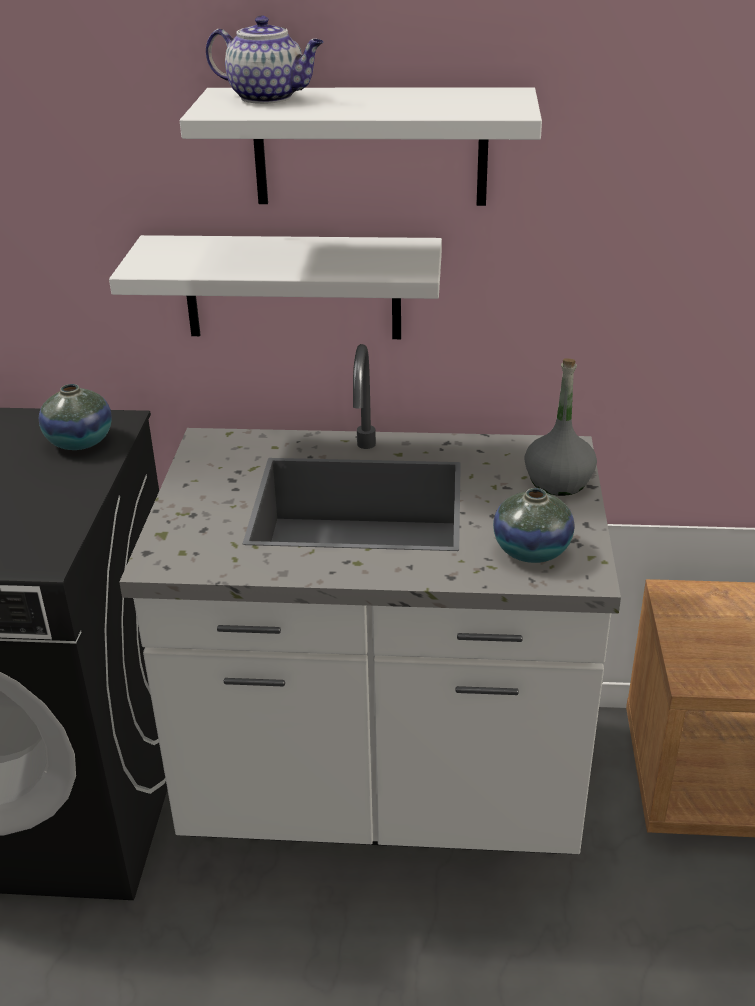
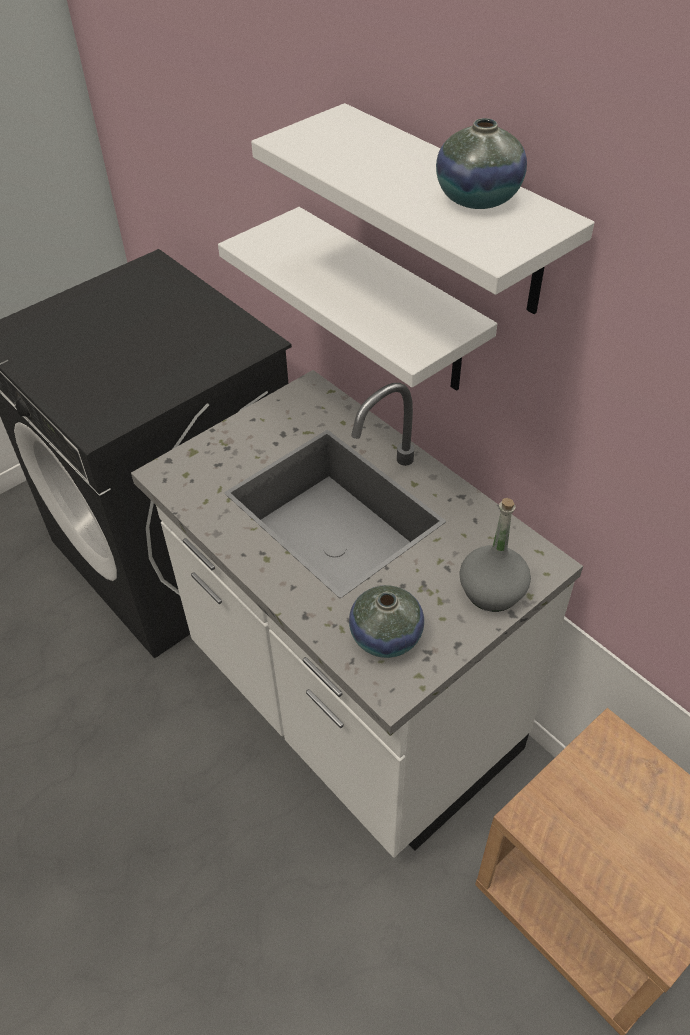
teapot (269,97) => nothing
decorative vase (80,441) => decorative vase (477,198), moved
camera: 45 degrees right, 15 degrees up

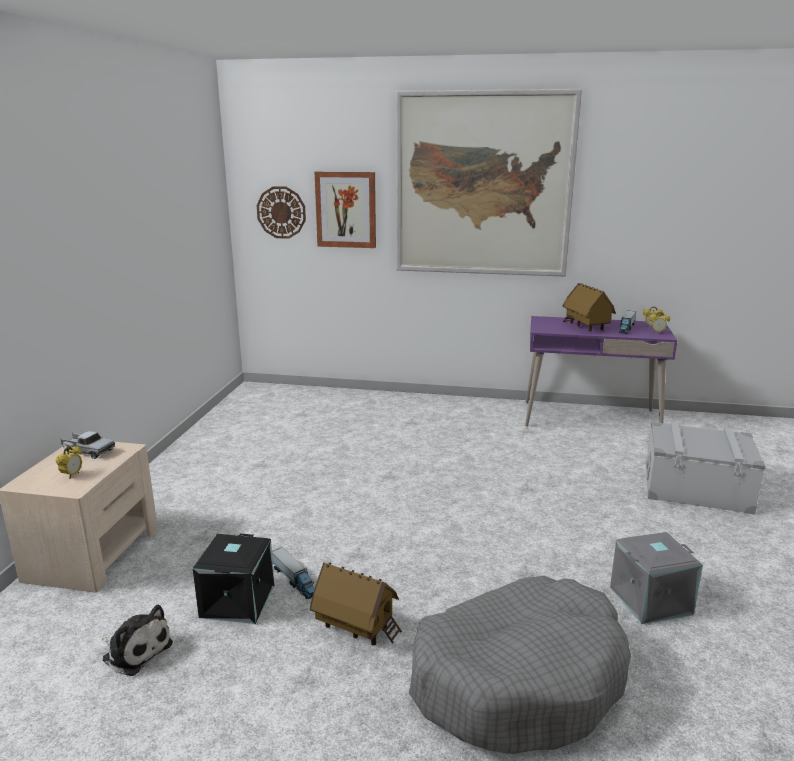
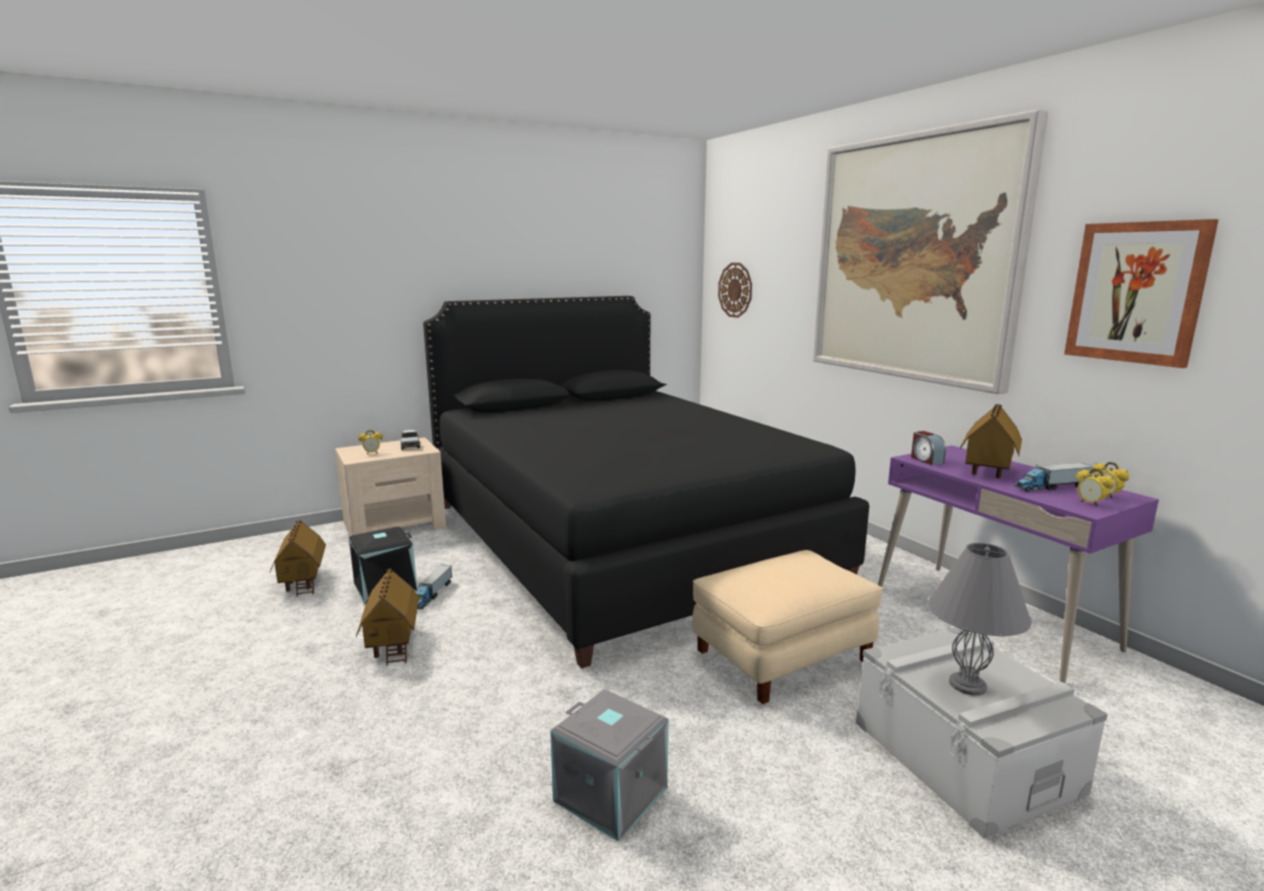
grey dog cushion (518,679) => nothing
nothing => blackish bedroom bed (620,540)
nothing => sand-coloured footrest (782,655)
nothing => table clock (926,460)
nothing => grey tabletop lamp (968,685)
picture (346,209) => picture (1136,292), moved
cuddly toy (135,650) => model house (302,580)
camera: 50 degrees right, 5 degrees down

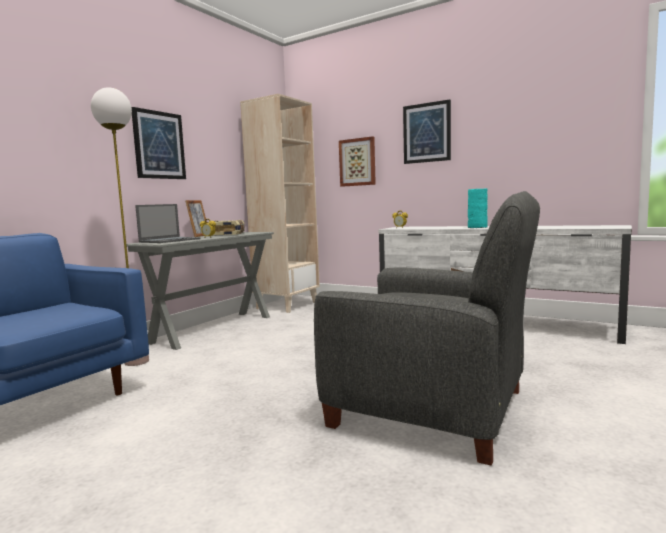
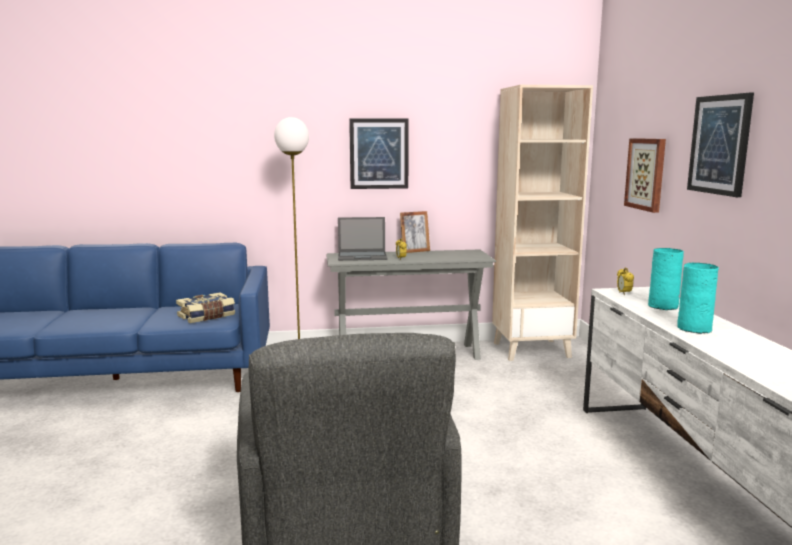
nothing => turquoise-coloured decorative vase (664,306)
volume (229,234) => volume (207,316), moved
camera: 50 degrees right, 5 degrees up

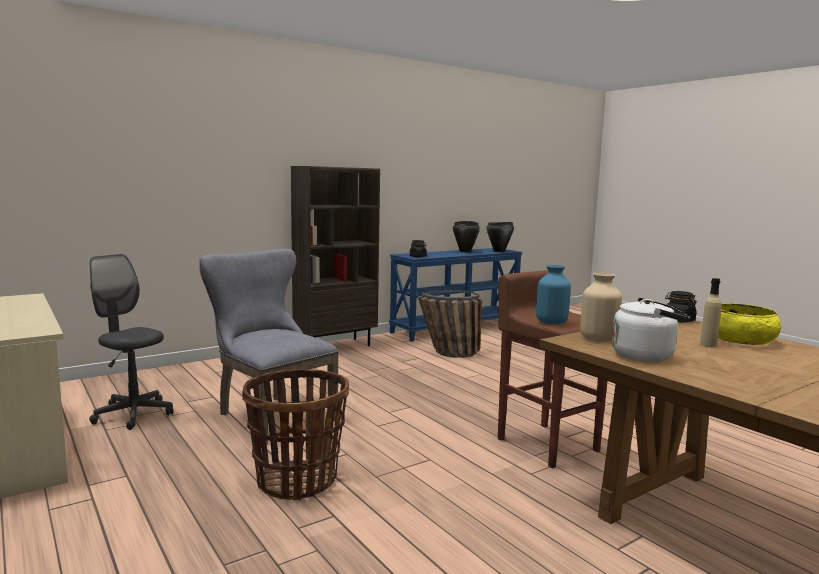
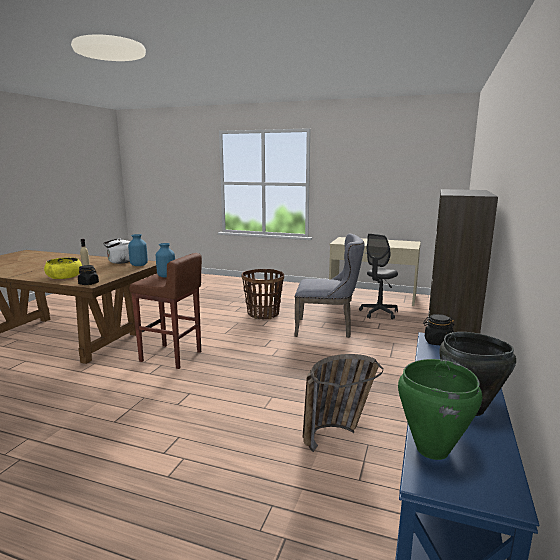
blackish saucepot (499,251) => green saucepot (431,450)
sand-coloured decorative vase (598,339) => bluish decorative vase (139,265)
grey office chair (133,414) => grey office chair (378,313), 135 degrees clockwise
camera: 145 degrees right, 5 degrees up

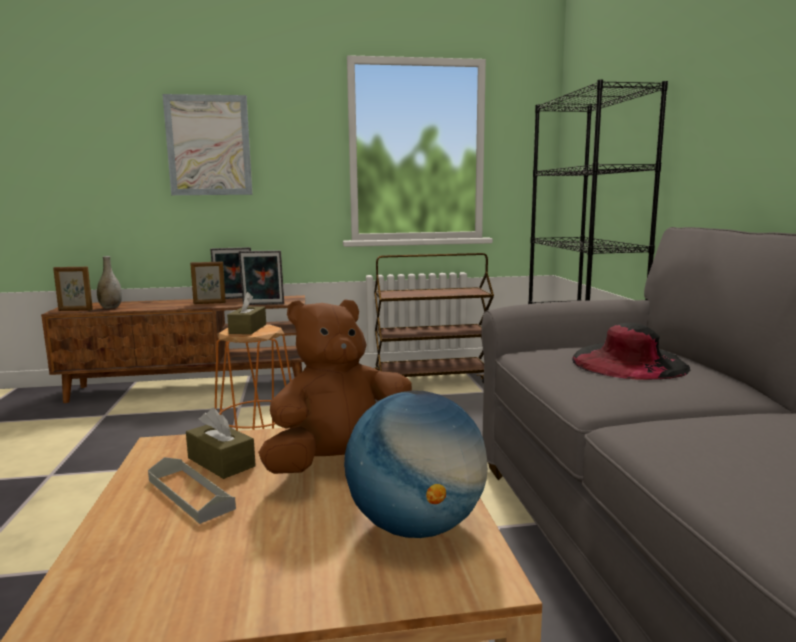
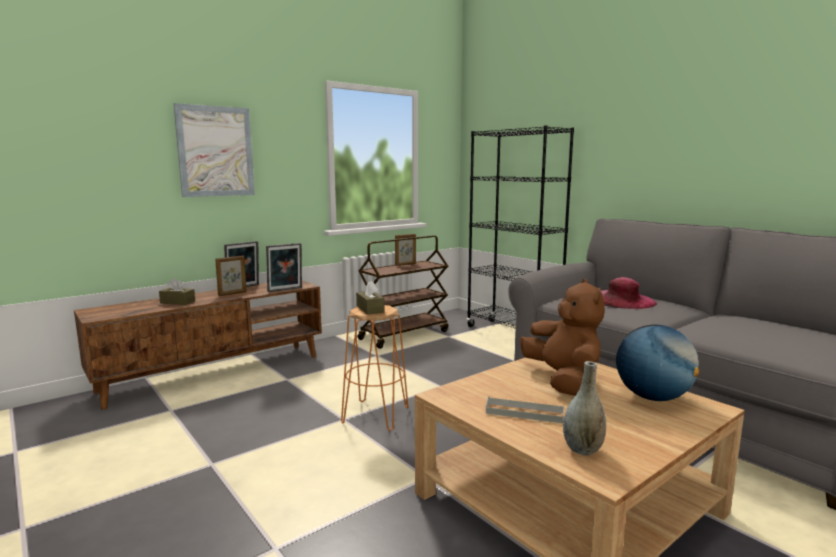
standing frame (75,310) => standing frame (405,264), moved
grey decorative vase (111,307) => grey decorative vase (582,449), moved
brownish box of tissues (221,462) => brownish box of tissues (177,302), moved
blackish hat (628,362) => pink hat (622,300)
brownish cuddly toy (341,465) => brownish cuddly toy (563,380), 135 degrees clockwise
camera: 30 degrees left, 0 degrees up

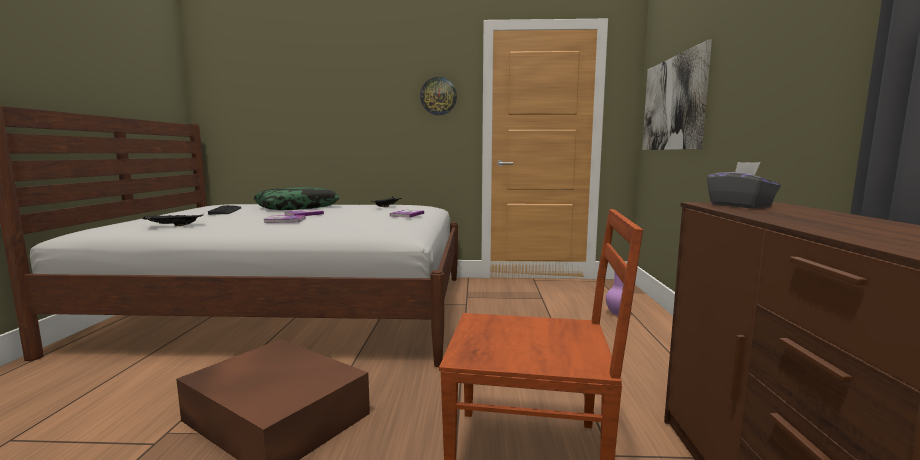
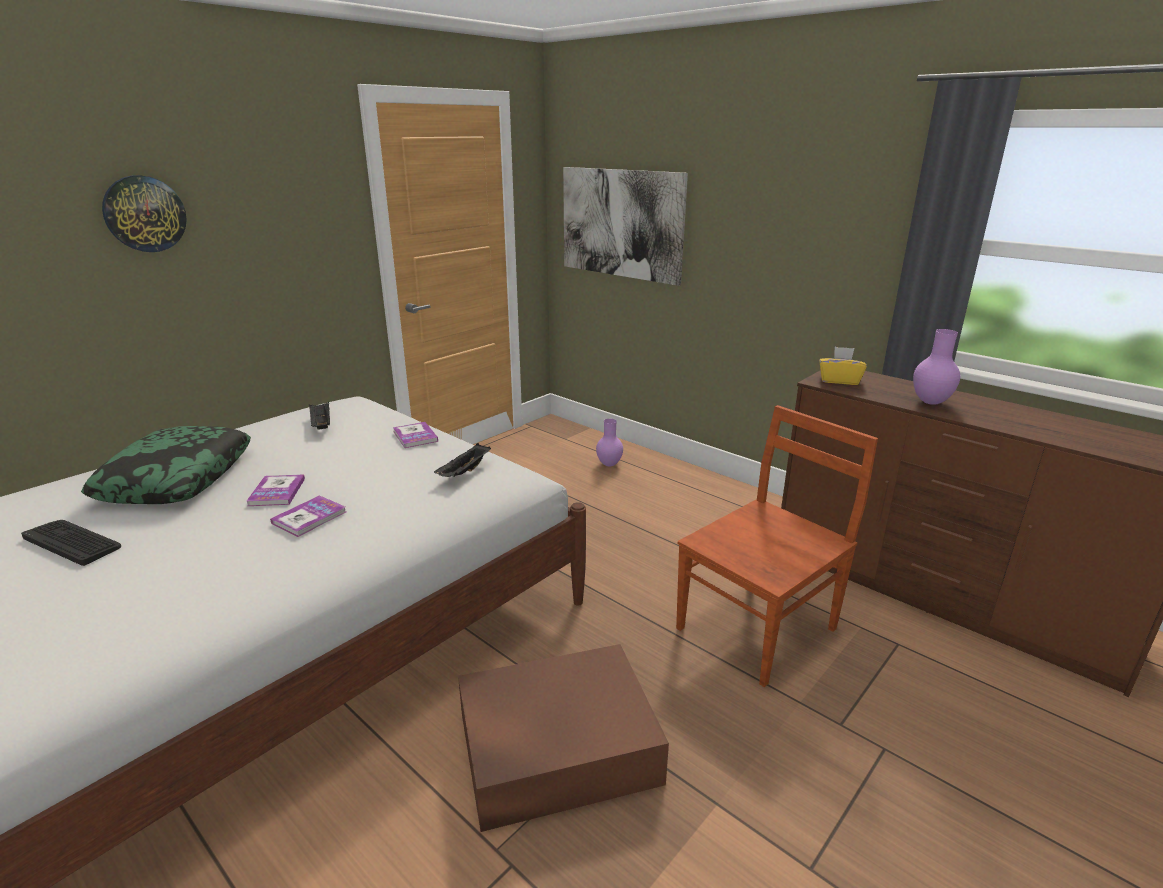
nothing => purple-coloured decorative vase (929,402)
blackish serving tray (173,226) => blackish serving tray (465,472), moved
hanging clock (438,96) => hanging clock (144,214), moved
grey box of tissues (740,205) => yellow-coloured box of tissues (839,380)
camera: 50 degrees left, 15 degrees up

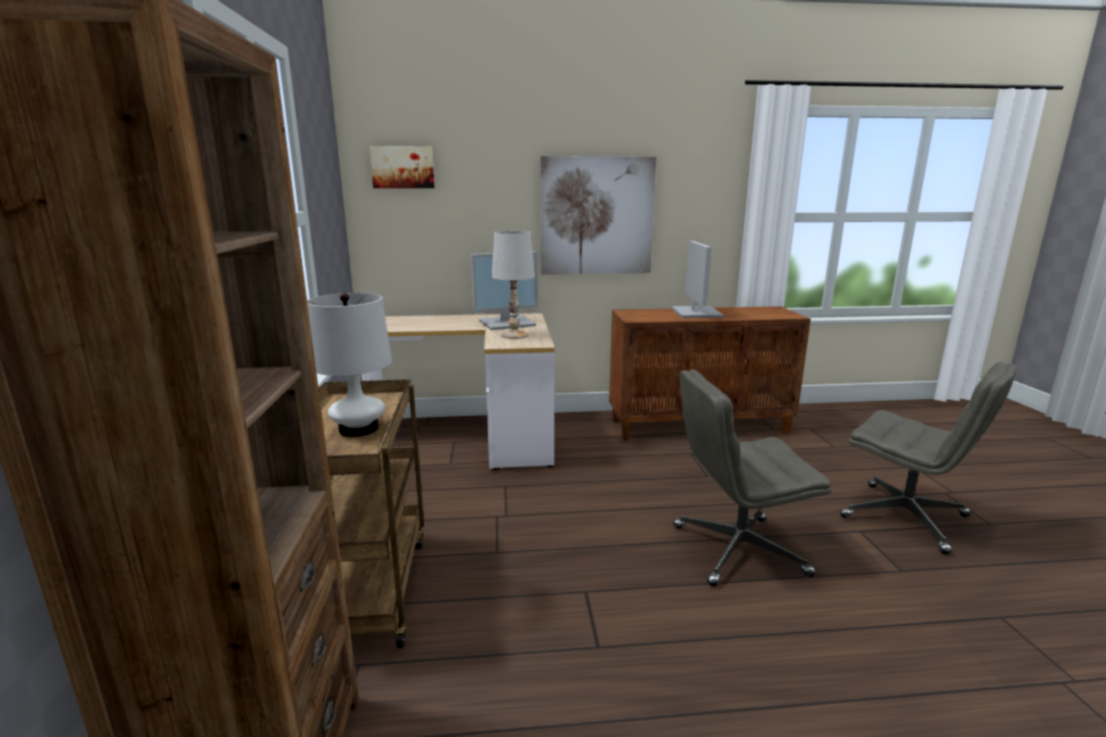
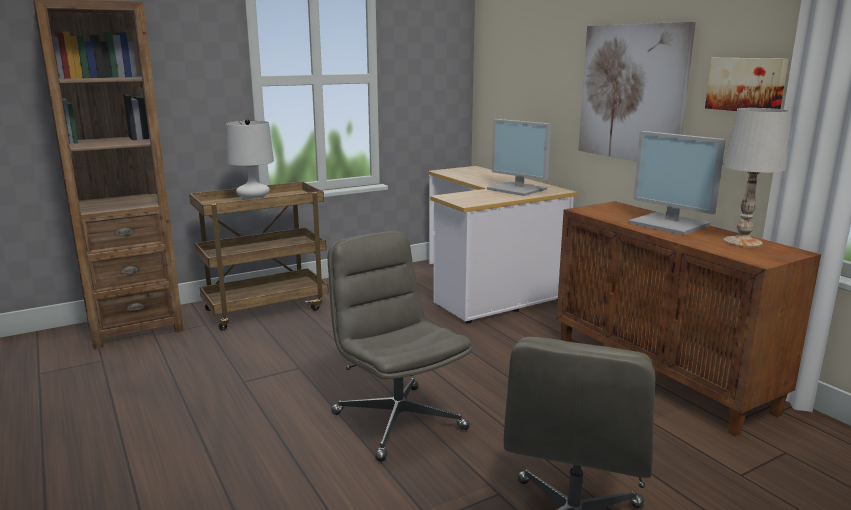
picture (403,167) => picture (746,84), moved
whitish tabletop lamp (514,335) => whitish tabletop lamp (742,242), moved
monitor (695,312) => monitor (670,224), 75 degrees clockwise
camera: 65 degrees right, 0 degrees up

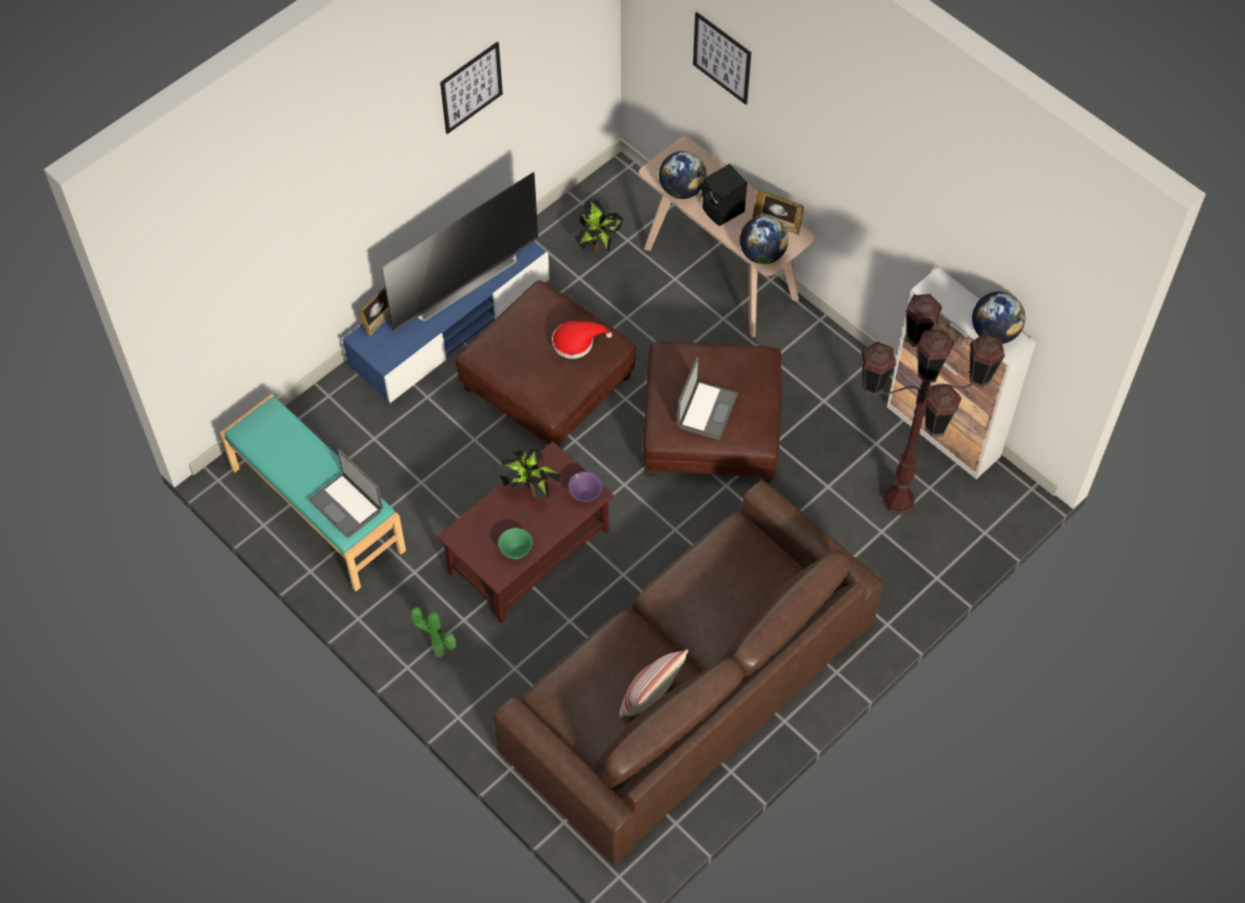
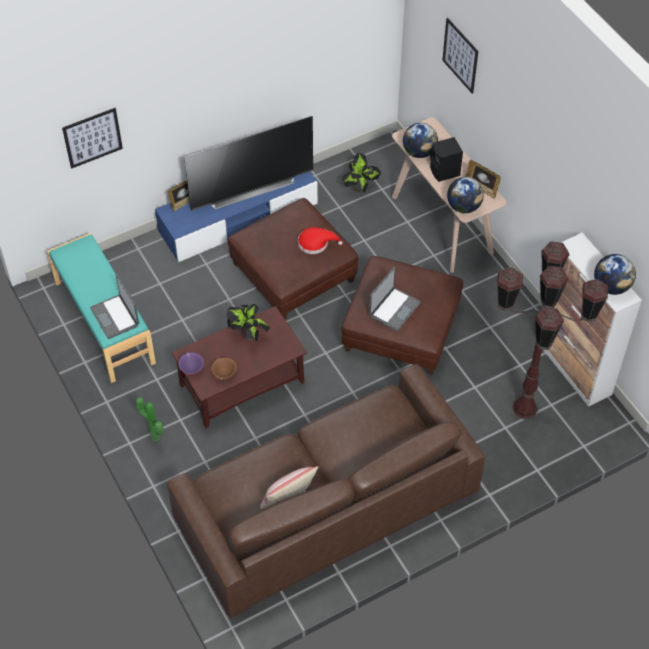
picture (471,87) => picture (92,137), moved
purple-coloured serving bowl (585,492) => purple-coloured serving bowl (191,368), moved
green serving bowl (516,549) => brownish serving bowl (224,374)
camera: 15 degrees right, 5 degrees down

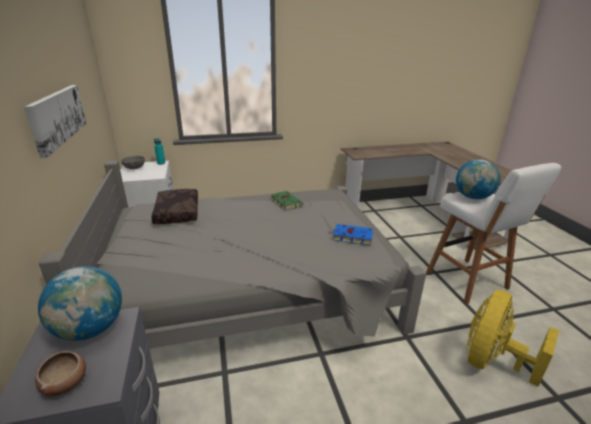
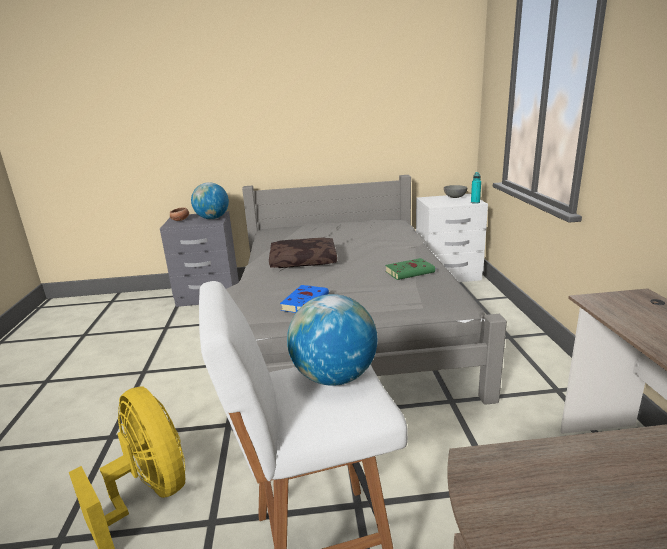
picture (57,116) => nothing
brownish cushion (176,212) => brownish cushion (304,260), moved
camera: 100 degrees right, 5 degrees down

